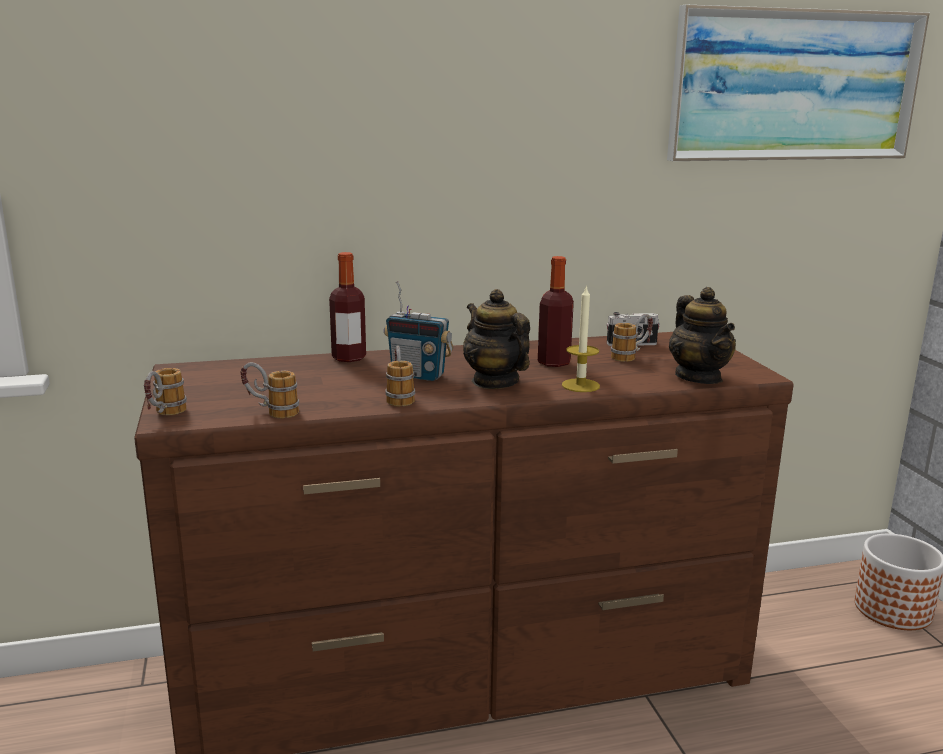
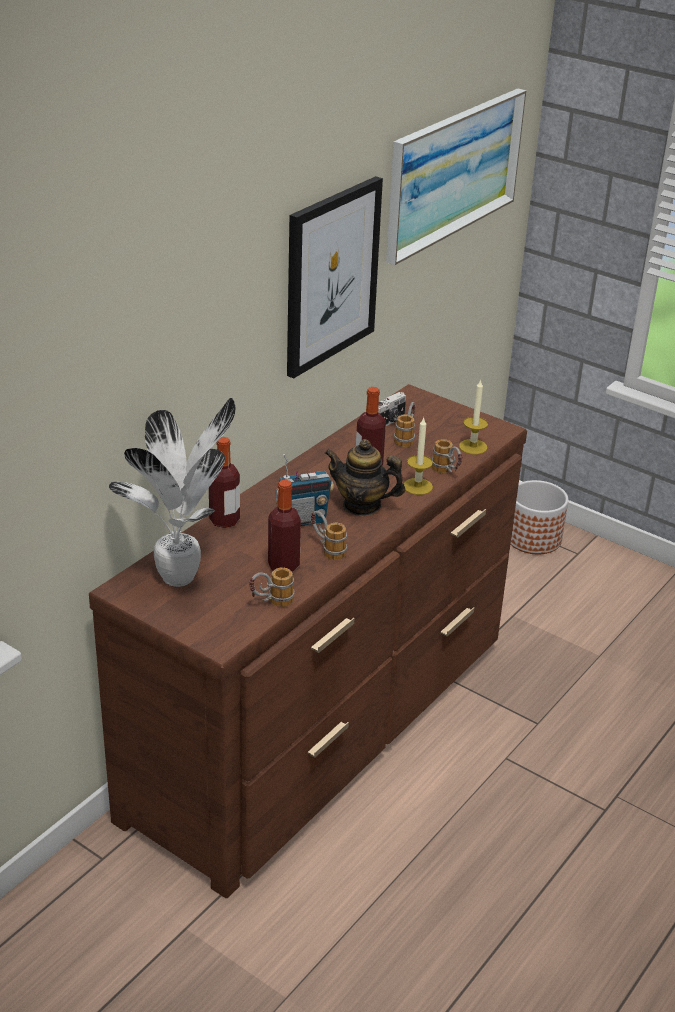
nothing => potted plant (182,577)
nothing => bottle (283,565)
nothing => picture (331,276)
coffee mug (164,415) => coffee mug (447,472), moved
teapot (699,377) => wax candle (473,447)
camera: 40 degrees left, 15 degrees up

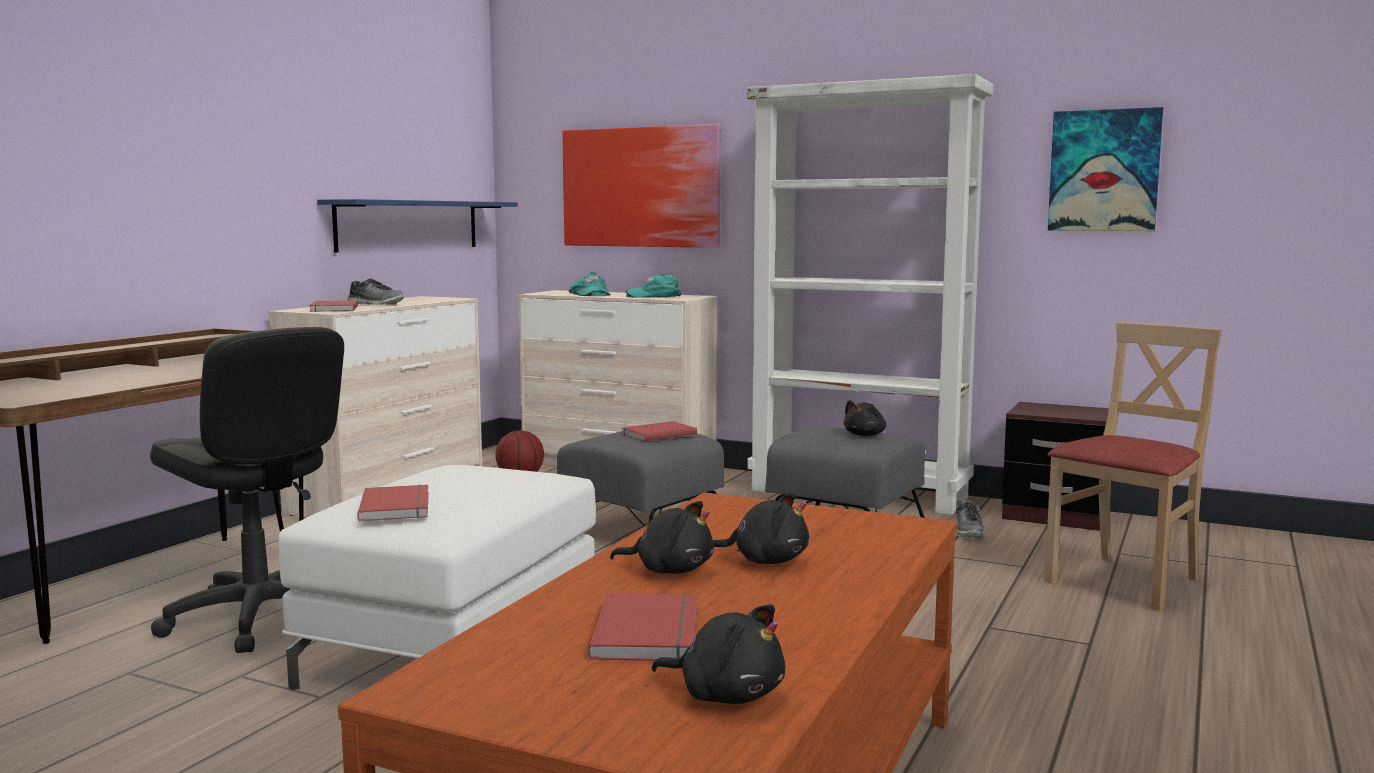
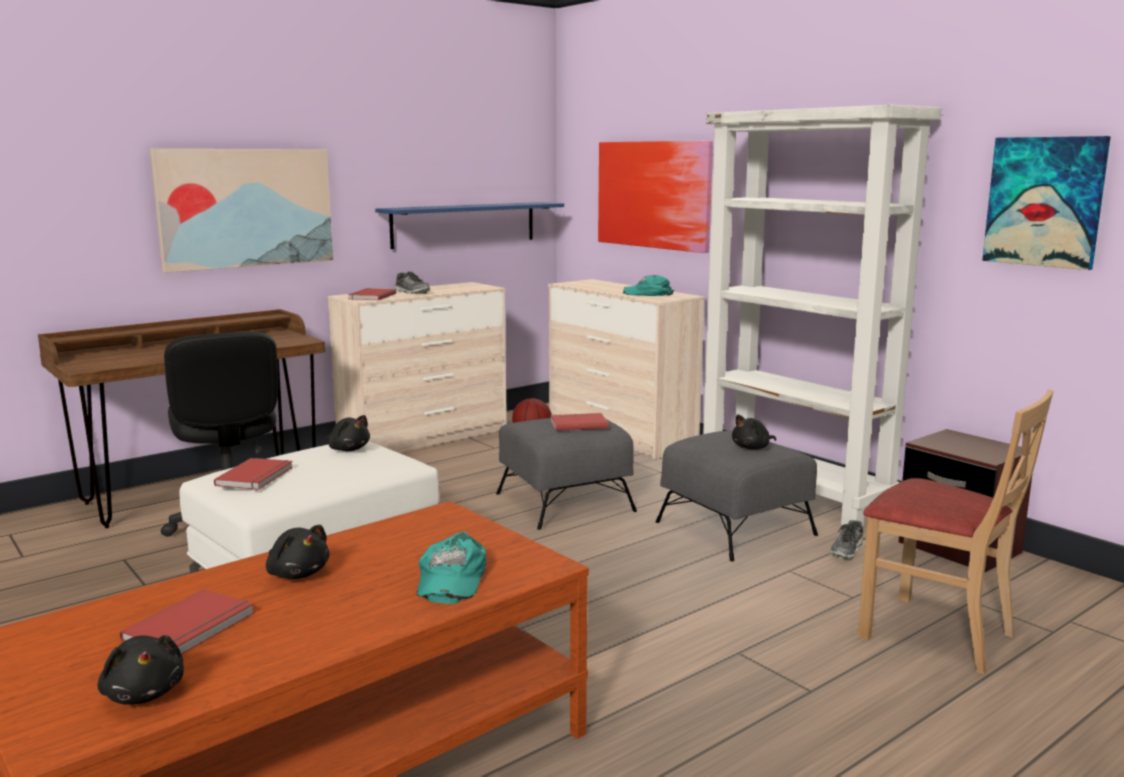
nothing => picture (246,207)
turquoise-coloured baseball cap (590,294) => turquoise-coloured baseball cap (450,579), moved
blackish cuddly toy (765,560) => blackish cuddly toy (348,449), moved
sand-coloured chair (1125,581) => sand-coloured chair (936,634), 60 degrees clockwise
camera: 25 degrees right, 5 degrees up

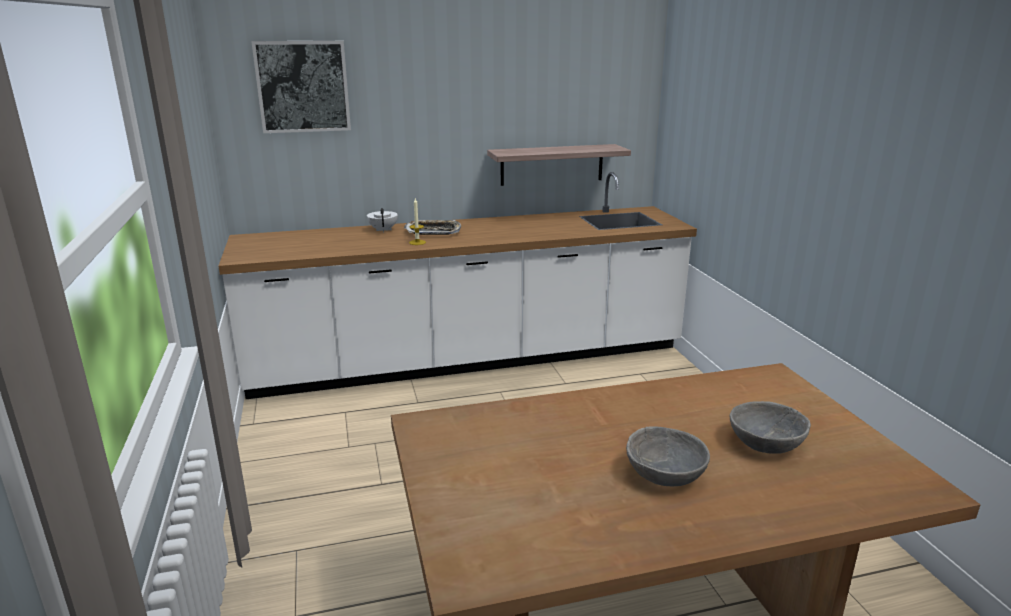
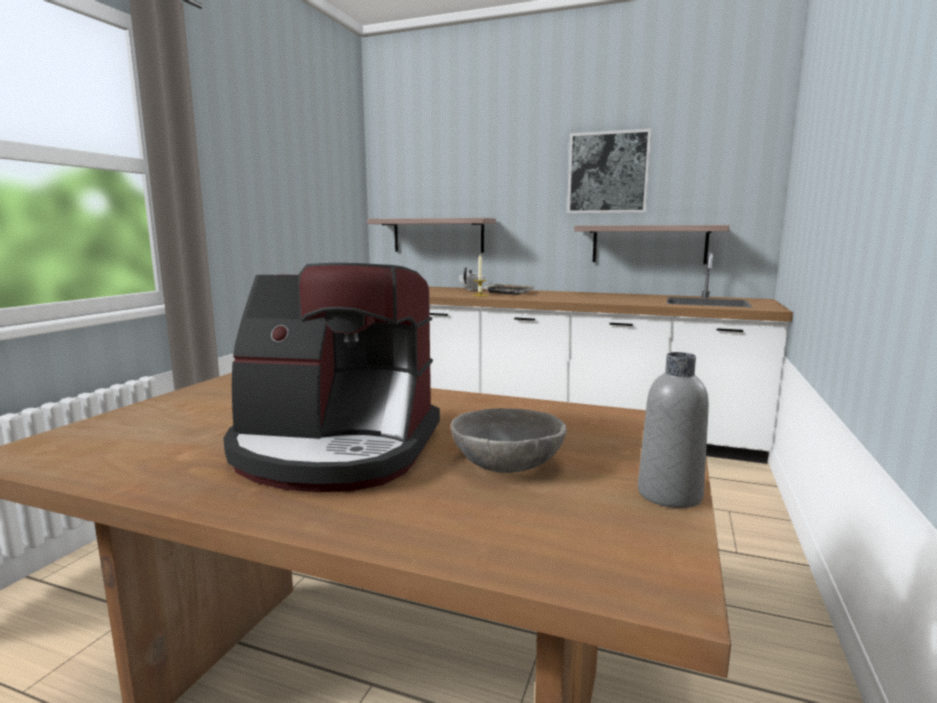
nothing => shelf (438,235)
nothing => grey bottle (669,494)
picture (303,86) => picture (608,173), moved
grey serving bowl (664,473) => coffee brewer (335,450)
camera: 35 degrees right, 10 degrees down

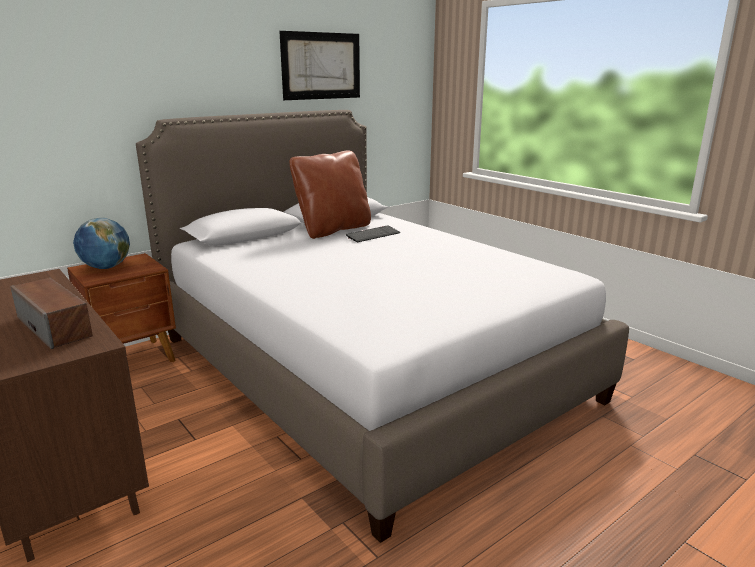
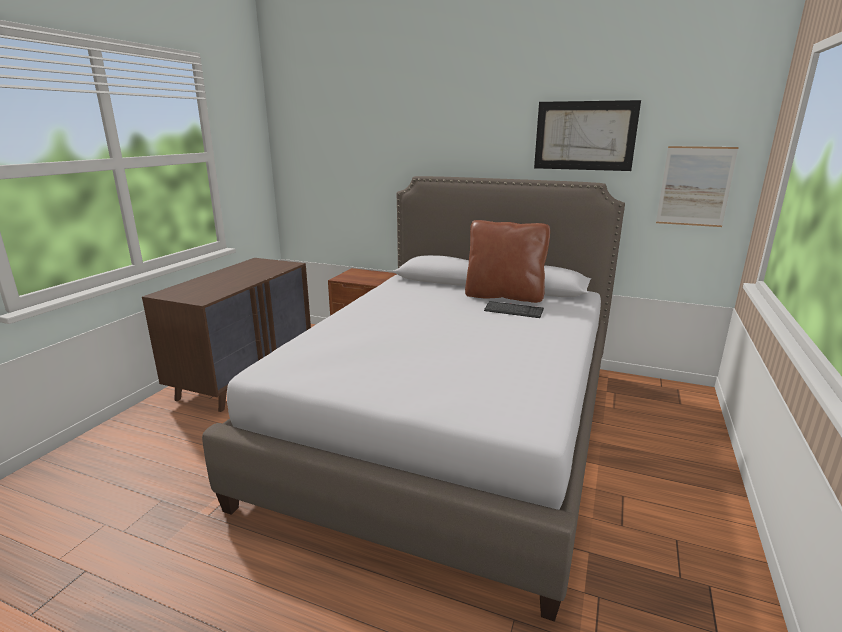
speaker (55,327) => nothing
globe (106,267) => nothing
nothing => picture (695,186)
camera: 60 degrees right, 0 degrees up

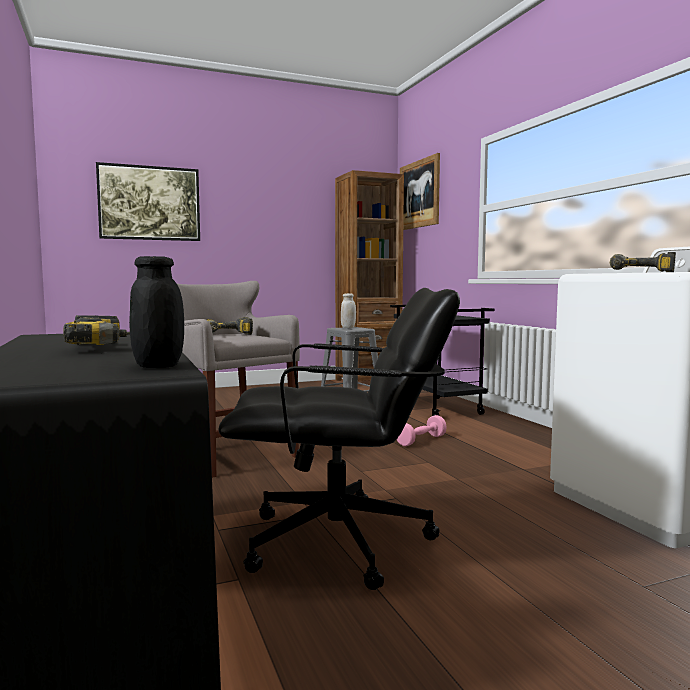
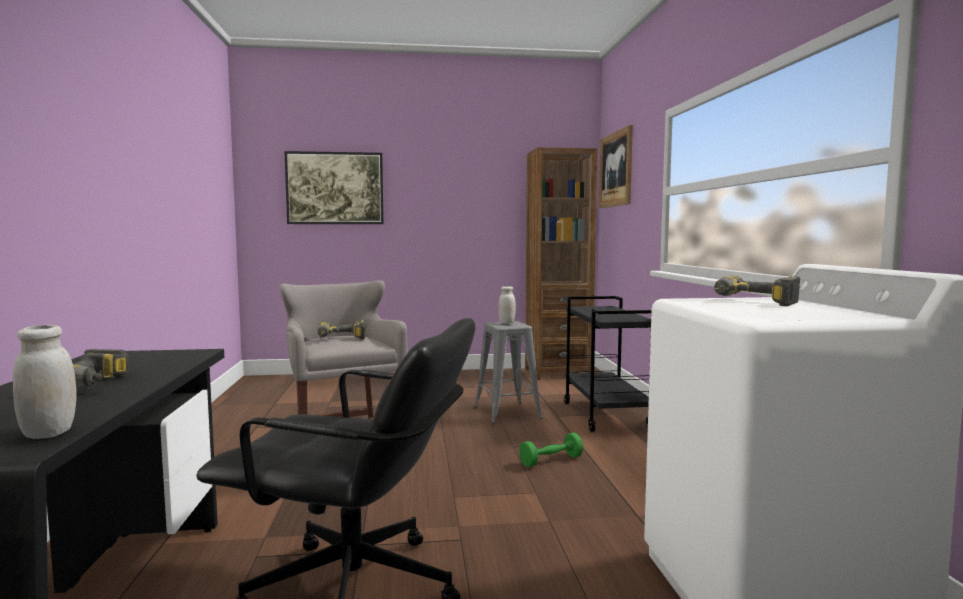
blackish jar (158,366) => whitish jar (49,433)
pink dumbbell (421,440) => green dumbbell (551,461)
camera: 15 degrees right, 0 degrees up

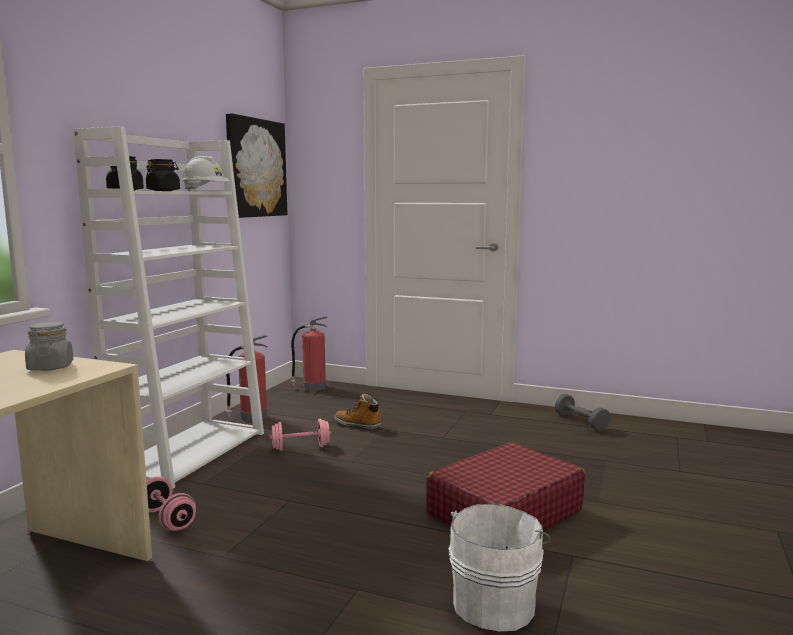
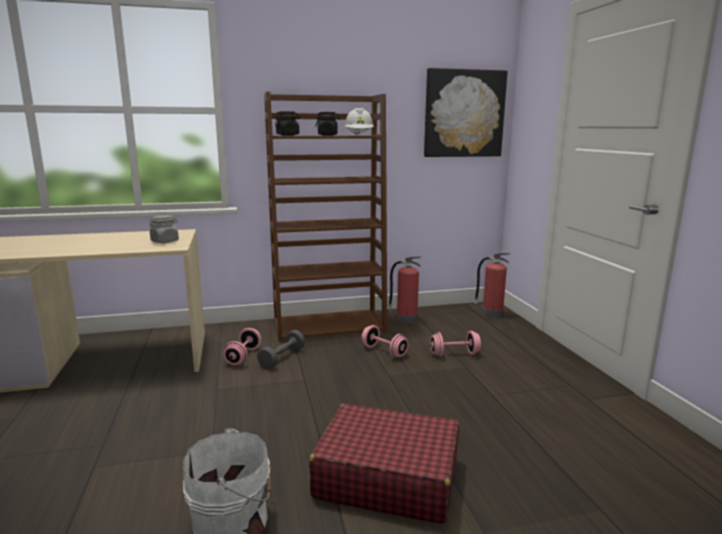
grey dumbbell (581,422) => grey dumbbell (282,358), moved
high-top boot (358,425) => pink dumbbell (454,354)
whitish bookshelf (190,452) => brownish bookshelf (330,325)
camera: 55 degrees right, 5 degrees up

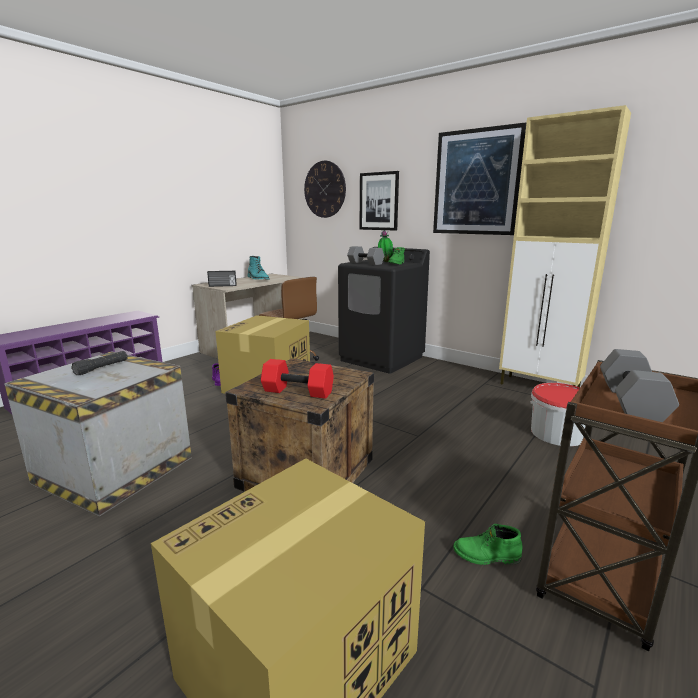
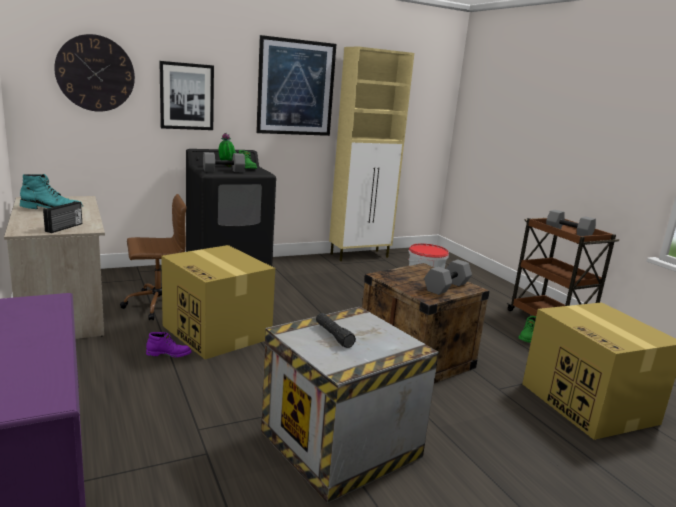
red dumbbell (299,391) => grey dumbbell (446,287)
camera: 65 degrees left, 0 degrees up

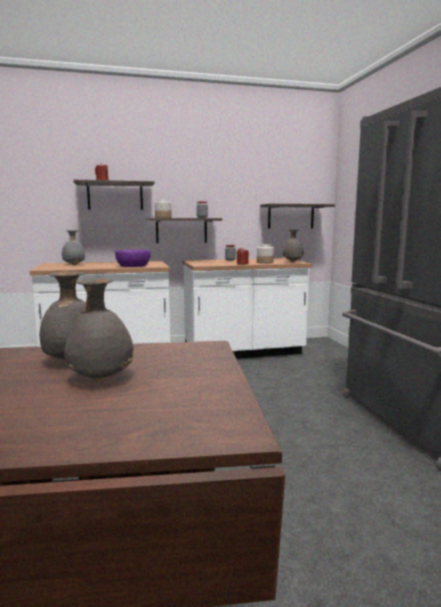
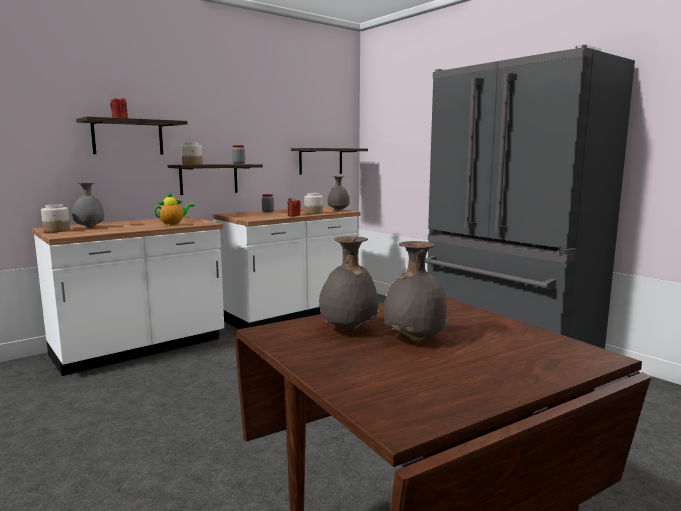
nothing => jar (56,230)
purple-coloured serving bowl (133,265) => teapot (173,224)
camera: 25 degrees left, 0 degrees up

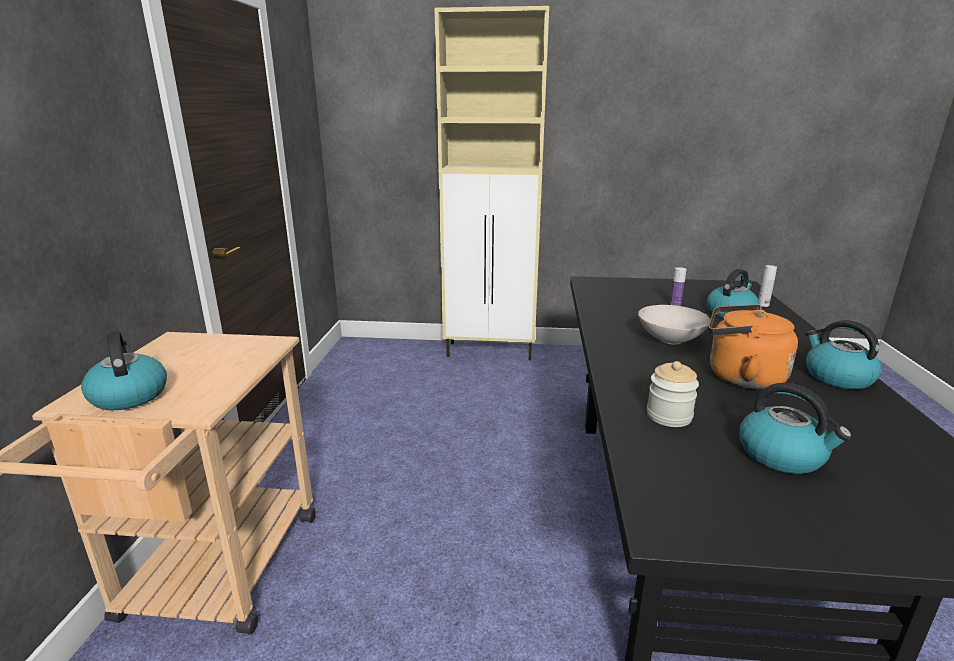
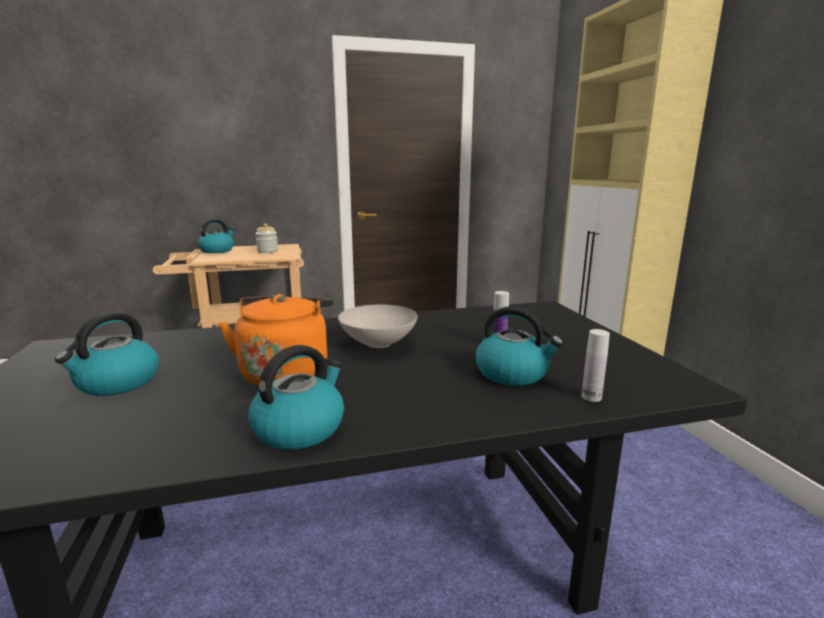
jar (669,416) => jar (267,251), moved
camera: 70 degrees right, 5 degrees down

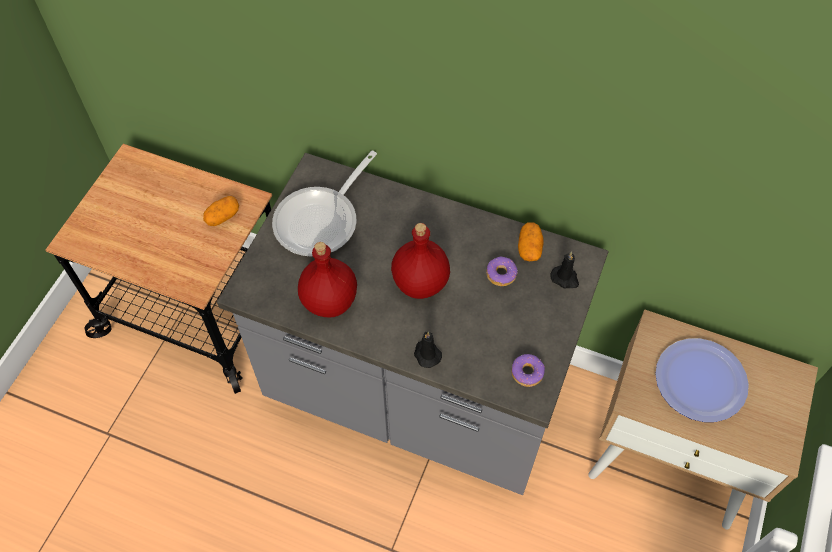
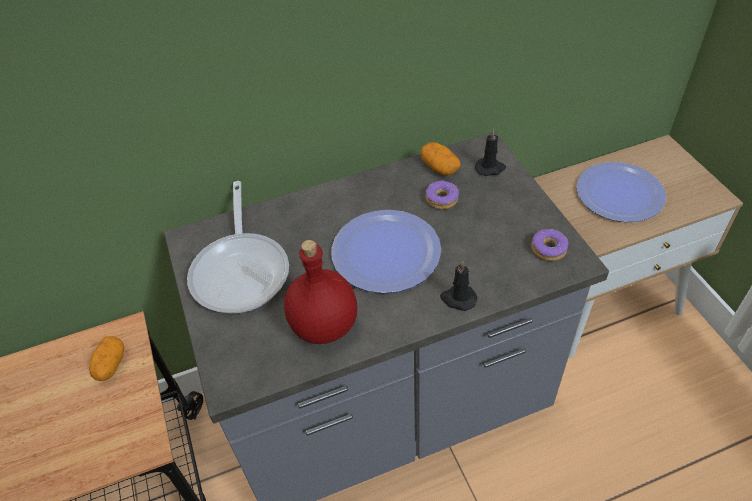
red bottle (419,283) => flat dish (385,252)
camera: 40 degrees left, 10 degrees down

